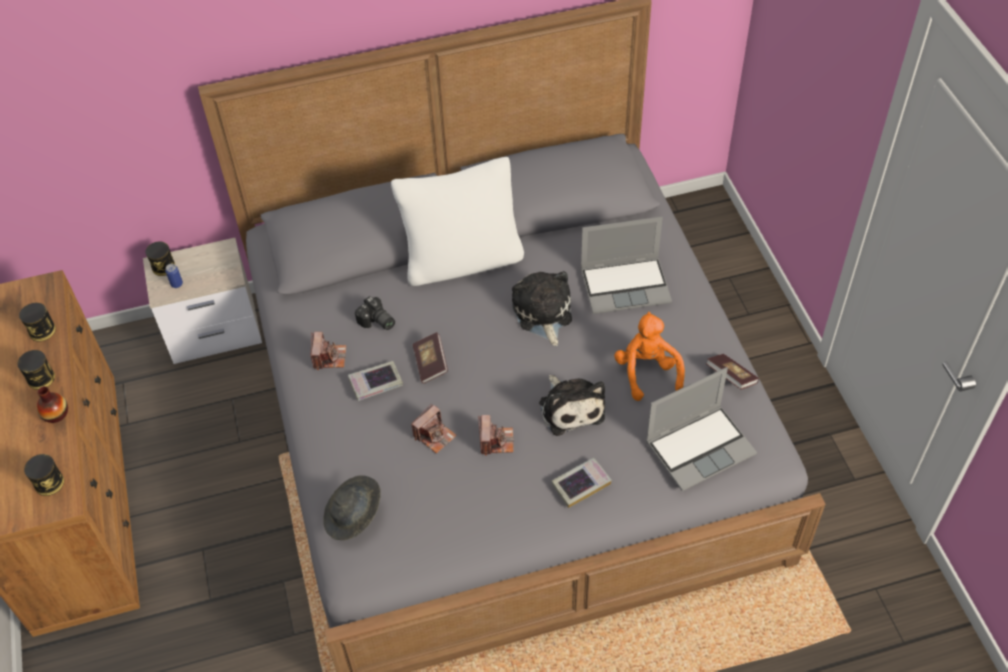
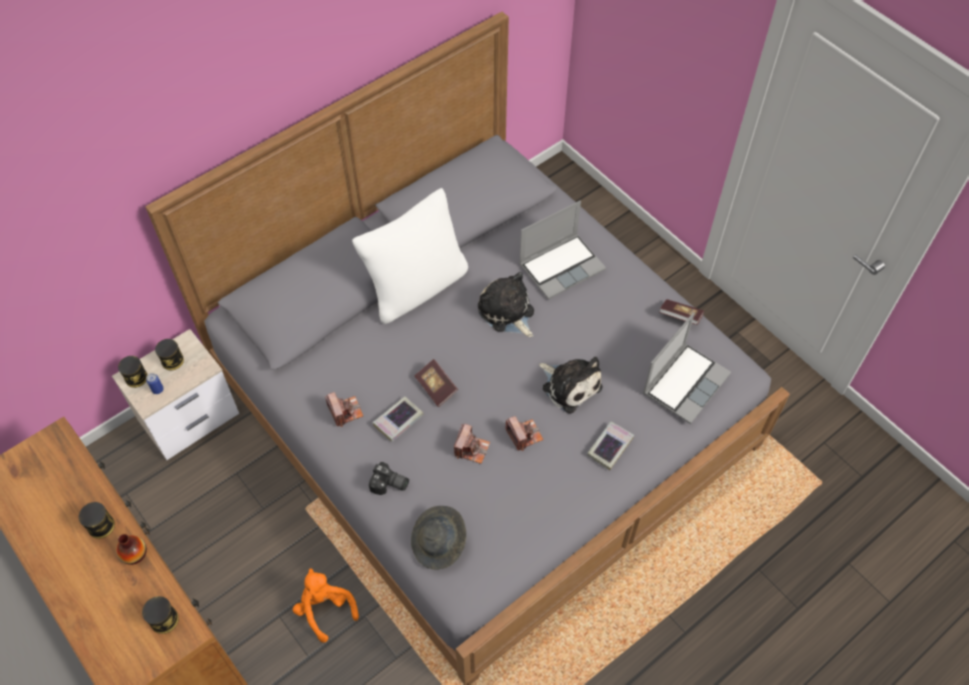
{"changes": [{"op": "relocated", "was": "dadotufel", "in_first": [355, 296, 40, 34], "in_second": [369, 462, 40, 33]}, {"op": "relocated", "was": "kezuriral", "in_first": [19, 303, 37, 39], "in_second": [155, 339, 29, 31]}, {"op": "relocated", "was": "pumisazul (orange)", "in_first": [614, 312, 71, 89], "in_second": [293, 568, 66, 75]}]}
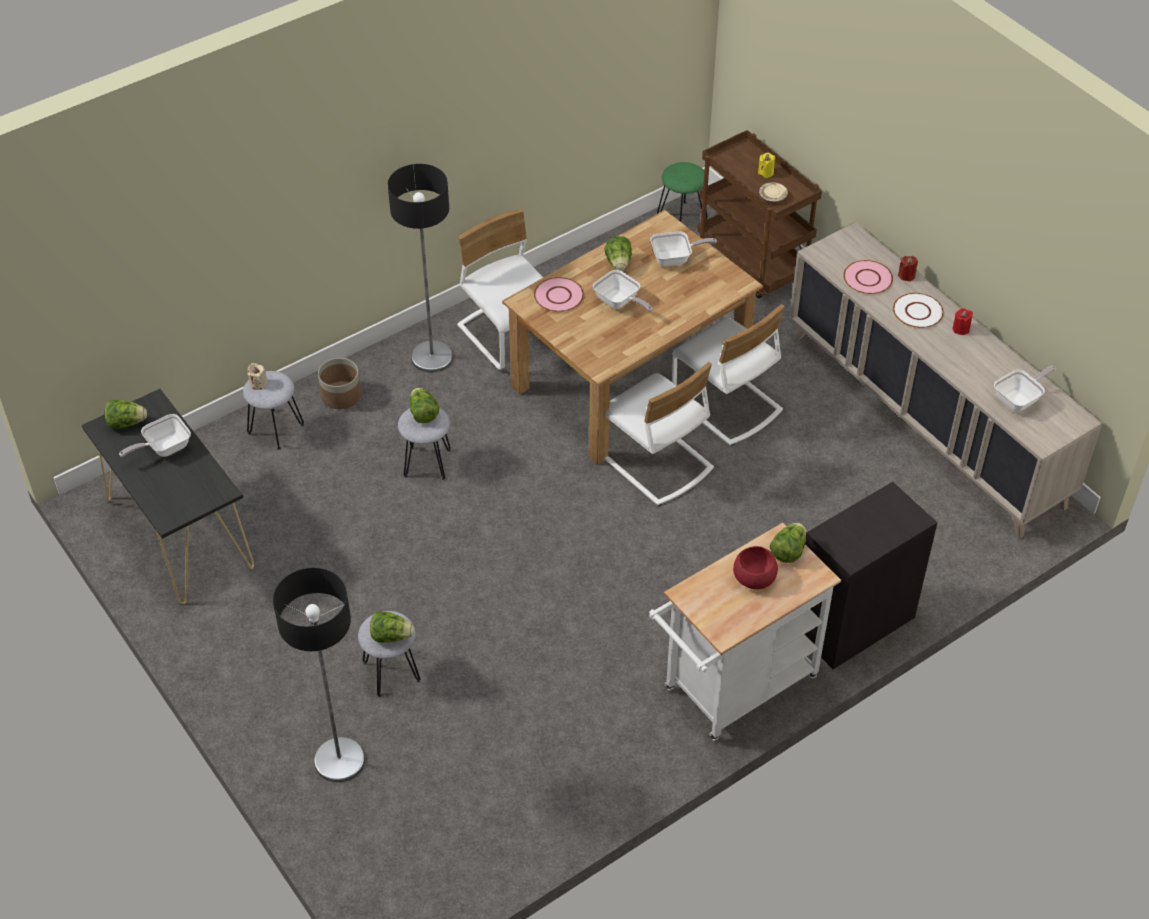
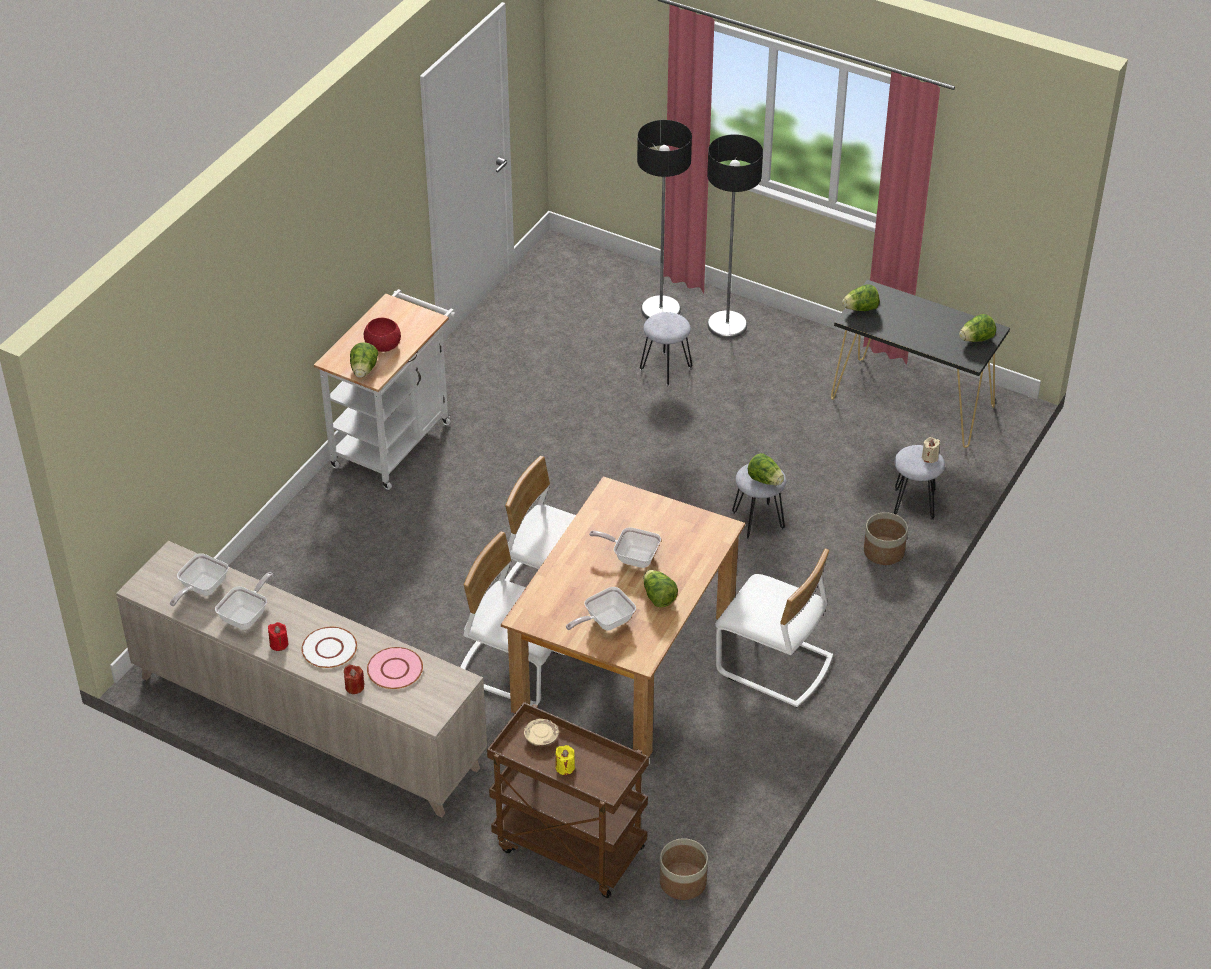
{"changes": [{"op": "exchanged", "was": "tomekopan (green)", "now": "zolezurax", "in_first": [657, 162, 51, 60], "in_second": [660, 838, 48, 62]}, {"op": "relocated", "was": "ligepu", "in_first": [388, 164, 65, 208], "in_second": [707, 134, 56, 204]}, {"op": "missing", "was": "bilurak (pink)", "in_first": [534, 277, 50, 35]}, {"op": "relocated", "was": "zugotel", "in_first": [119, 414, 72, 43], "in_second": [215, 572, 58, 58]}, {"op": "missing", "was": "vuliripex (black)", "in_first": [805, 482, 133, 187]}, {"op": "relocated", "was": "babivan", "in_first": [370, 611, 44, 32], "in_second": [842, 284, 38, 27]}]}
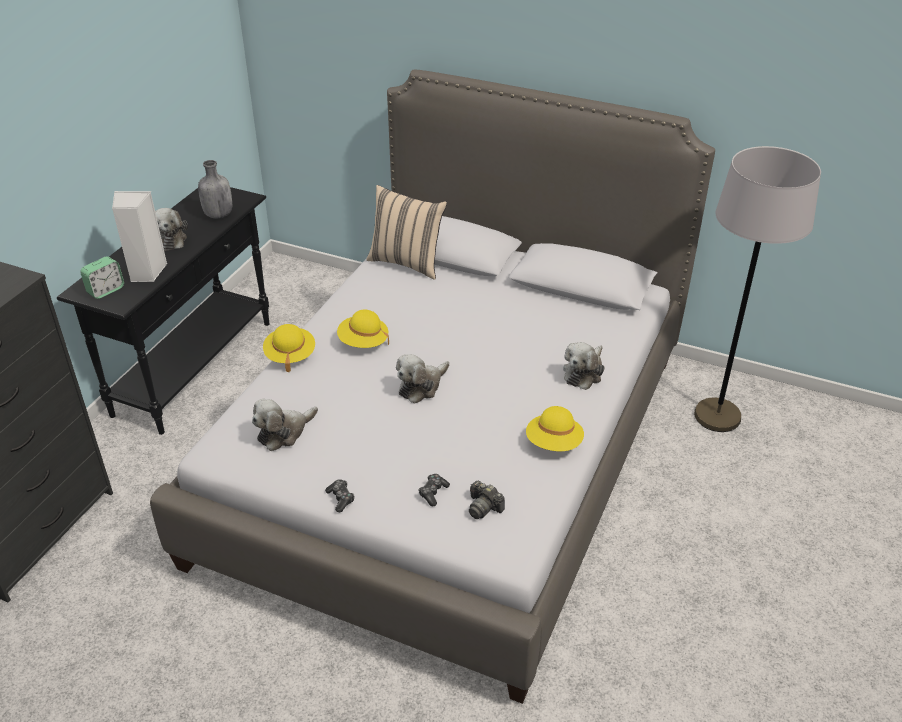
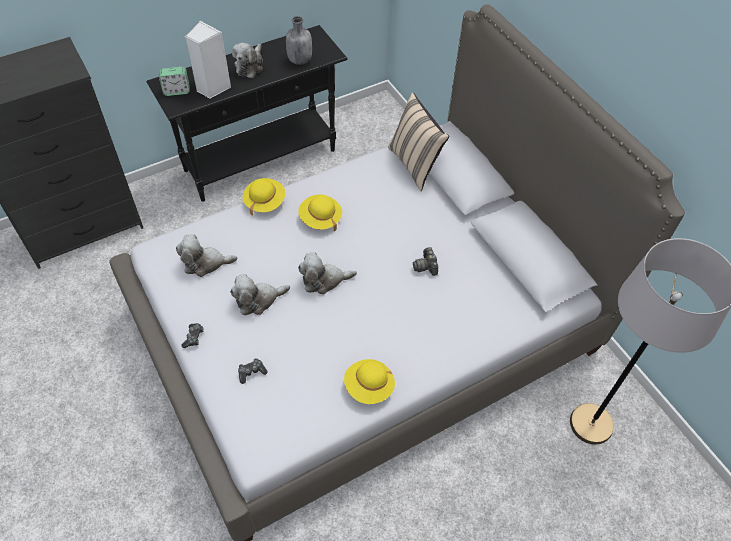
{"changes": [{"op": "relocated", "was": "pumisazul", "in_first": [563, 342, 41, 48], "in_second": [230, 274, 60, 41]}, {"op": "relocated", "was": "dadotufel", "in_first": [469, 481, 36, 38], "in_second": [413, 247, 25, 29]}]}
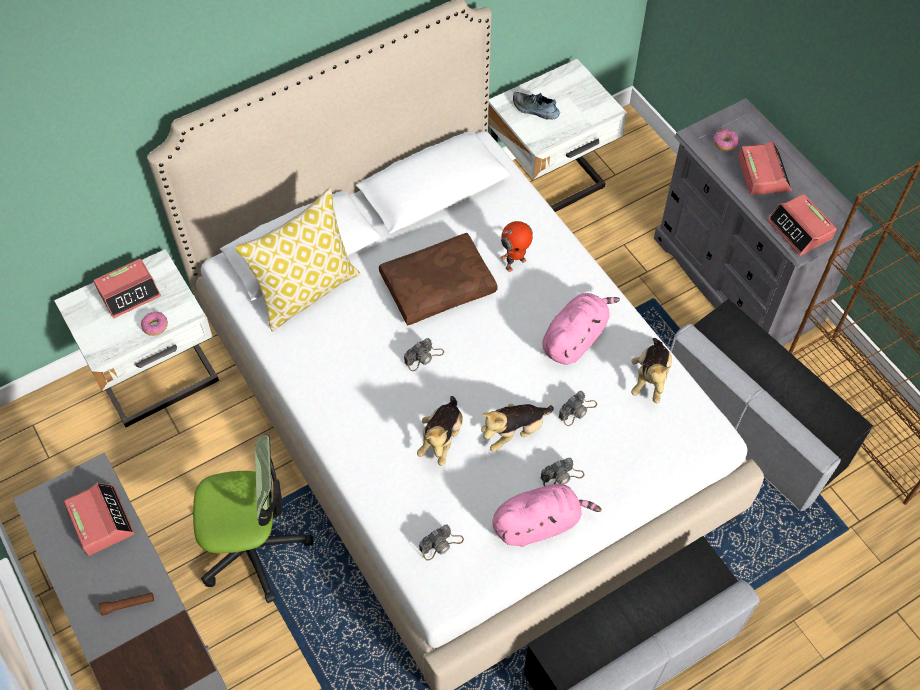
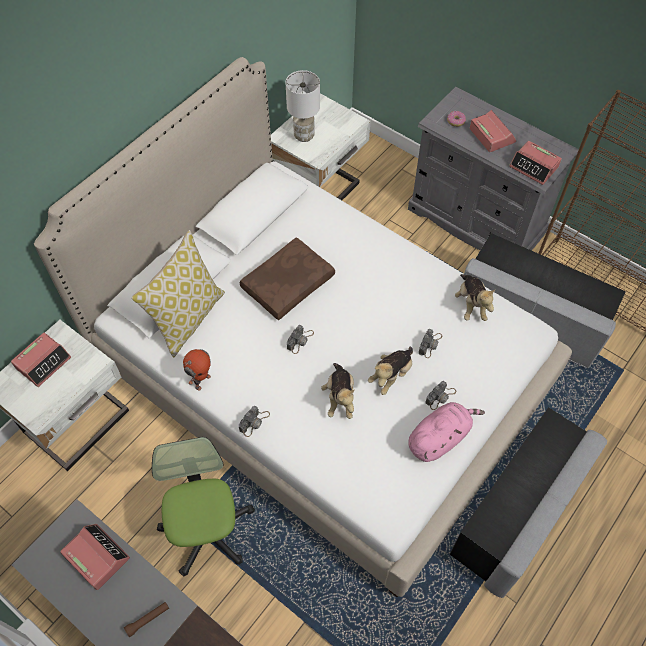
{"changes": [{"op": "exchanged", "was": "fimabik", "now": "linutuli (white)", "in_first": [513, 92, 47, 28], "in_second": [285, 70, 35, 72]}, {"op": "relocated", "was": "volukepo", "in_first": [501, 221, 32, 51], "in_second": [183, 349, 28, 42]}, {"op": "missing", "was": "pumisazul (pink)", "in_first": [543, 293, 77, 72]}, {"op": "missing", "was": "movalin", "in_first": [141, 312, 27, 24]}, {"op": "spun", "was": "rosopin", "in_first": [193, 434, 120, 169], "in_second": [152, 437, 103, 139], "clockwise": -75}, {"op": "relocated", "was": "dadotufel", "in_first": [419, 525, 45, 36], "in_second": [239, 406, 31, 31]}]}
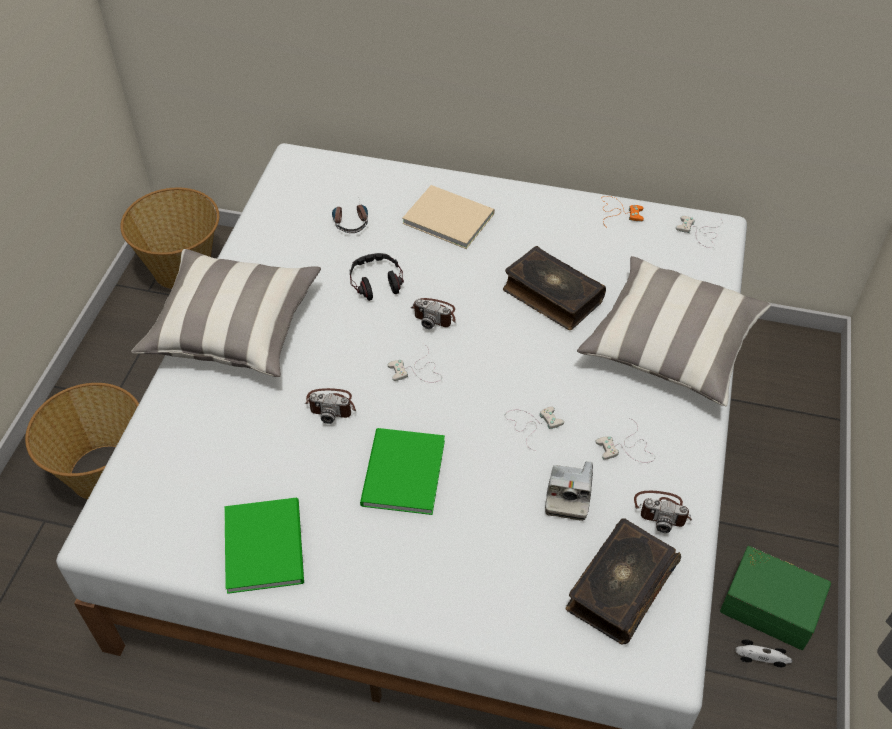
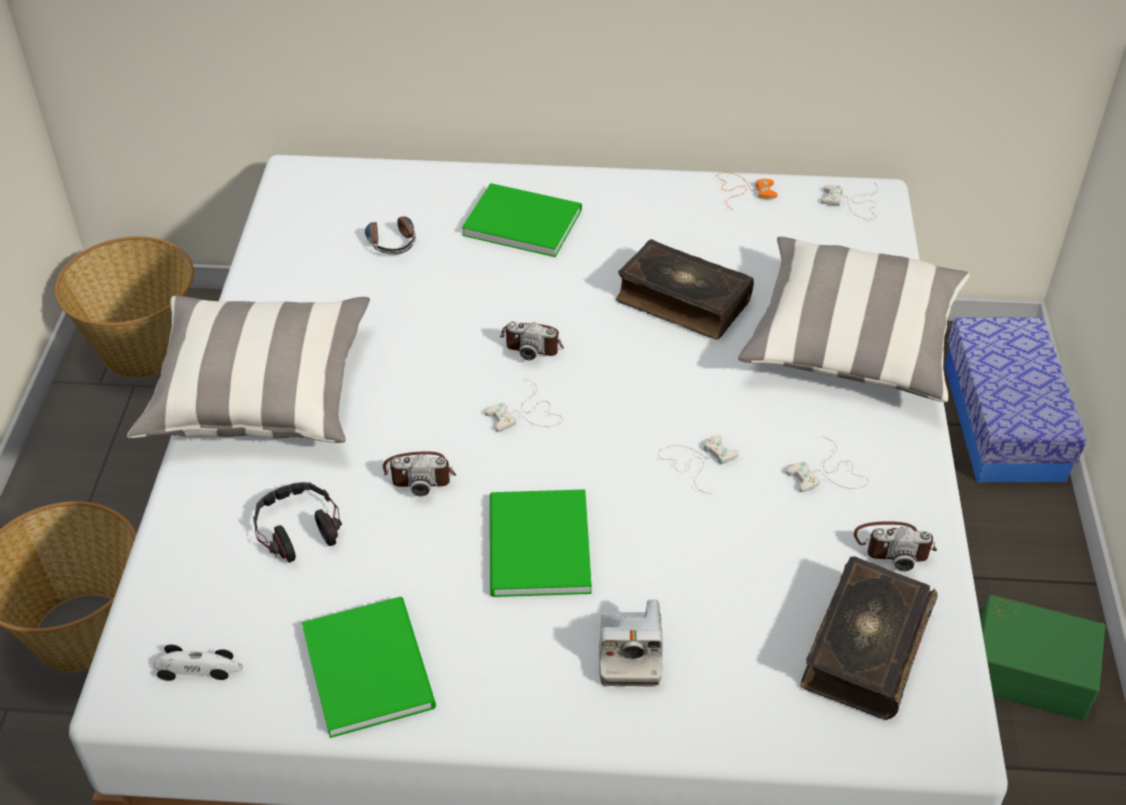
{"changes": [{"op": "colour", "was": "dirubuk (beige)", "now": "dirubuk (green)", "in_first": [402, 185, 93, 64], "in_second": [462, 183, 120, 74]}, {"op": "relocated", "was": "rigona", "in_first": [350, 253, 54, 48], "in_second": [253, 482, 89, 81]}, {"op": "relocated", "was": "dadotufel", "in_first": [545, 461, 48, 60], "in_second": [599, 599, 64, 88]}, {"op": "relocated", "was": "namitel", "in_first": [735, 639, 57, 28], "in_second": [153, 645, 90, 36]}, {"op": "appeared", "now": "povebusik", "in_second": [945, 317, 142, 165]}]}
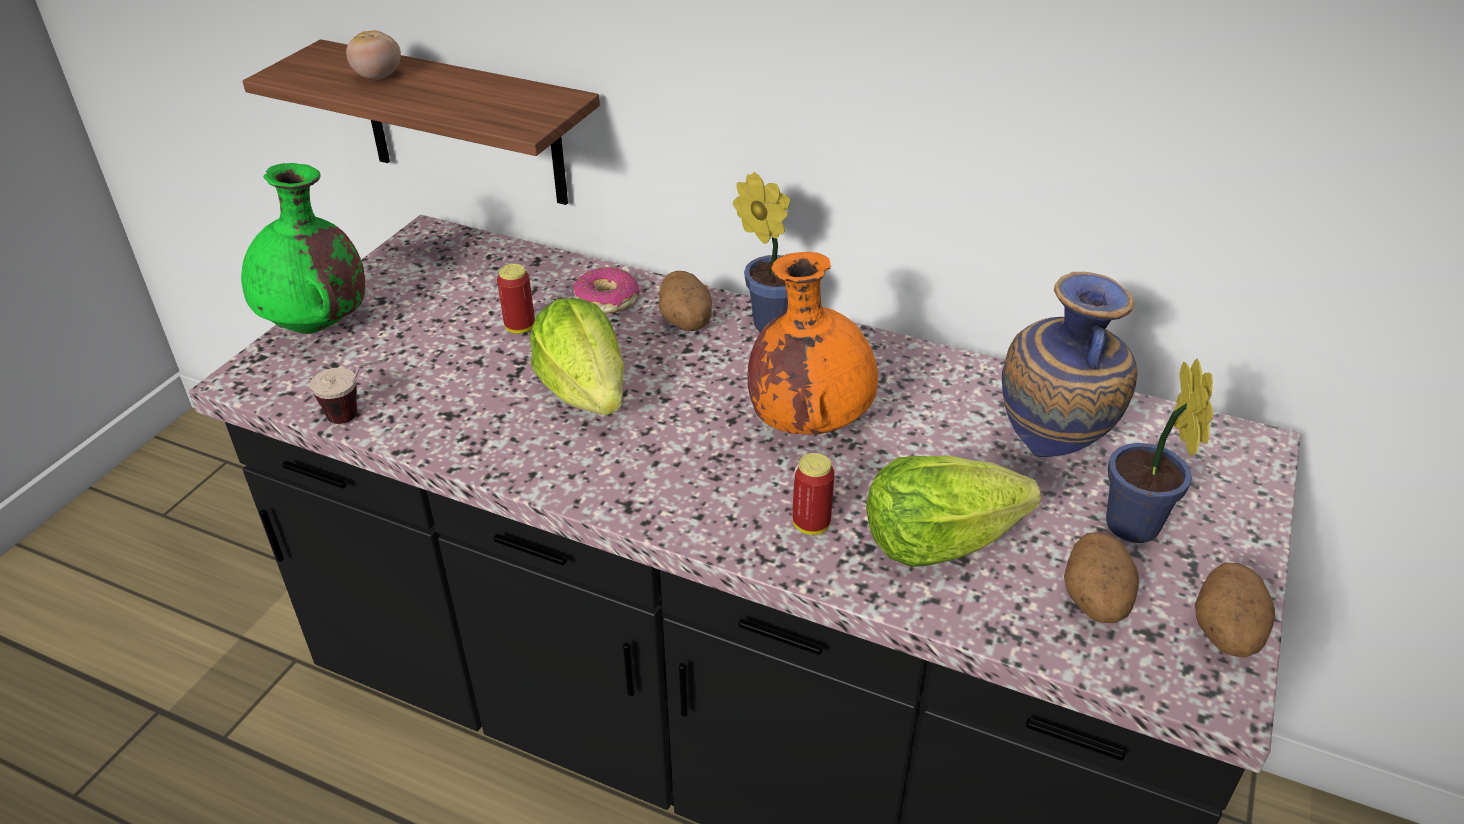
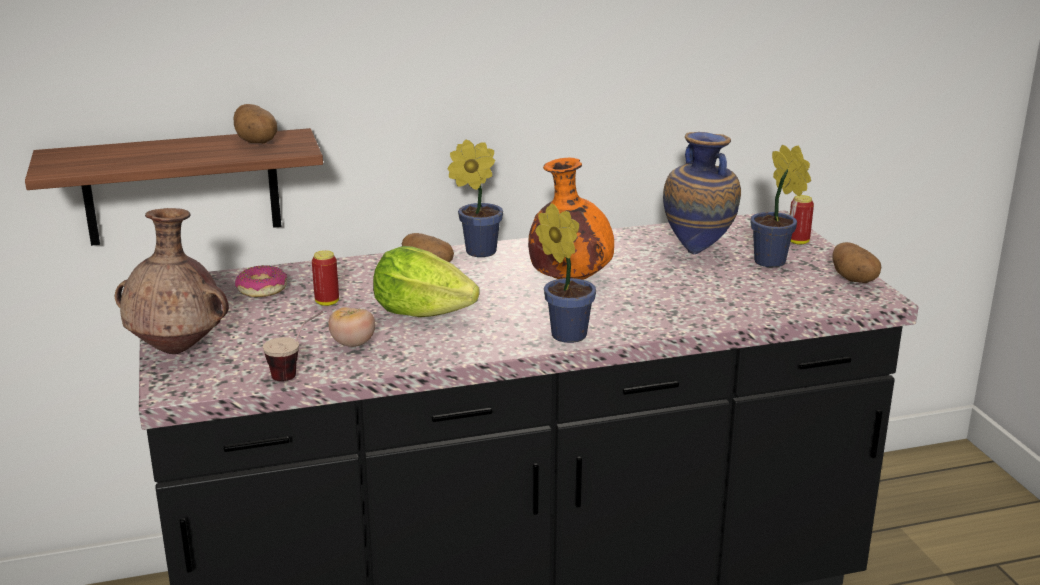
{"changes": [{"op": "relocated", "was": "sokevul", "in_first": [346, 30, 55, 49], "in_second": [328, 307, 47, 40]}, {"op": "colour", "was": "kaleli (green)", "now": "kaleli (brown)", "in_first": [241, 163, 124, 171], "in_second": [114, 208, 115, 146]}, {"op": "relocated", "was": "movalin", "in_first": [574, 267, 66, 47], "in_second": [235, 265, 52, 32]}, {"op": "relocated", "was": "kezuriral", "in_first": [793, 453, 42, 82], "in_second": [790, 195, 24, 50]}, {"op": "missing", "was": "babivan", "in_first": [867, 456, 174, 111]}, {"op": "relocated", "was": "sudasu", "in_first": [1064, 532, 75, 91], "in_second": [234, 104, 44, 40]}, {"op": "appeared", "now": "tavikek", "in_second": [535, 203, 61, 140]}]}
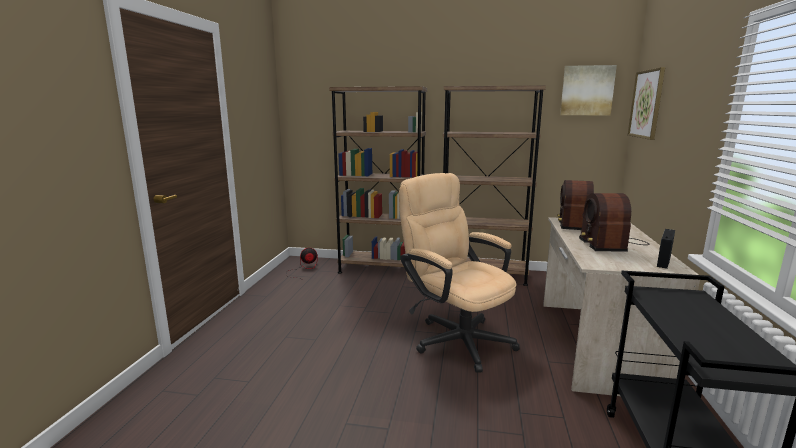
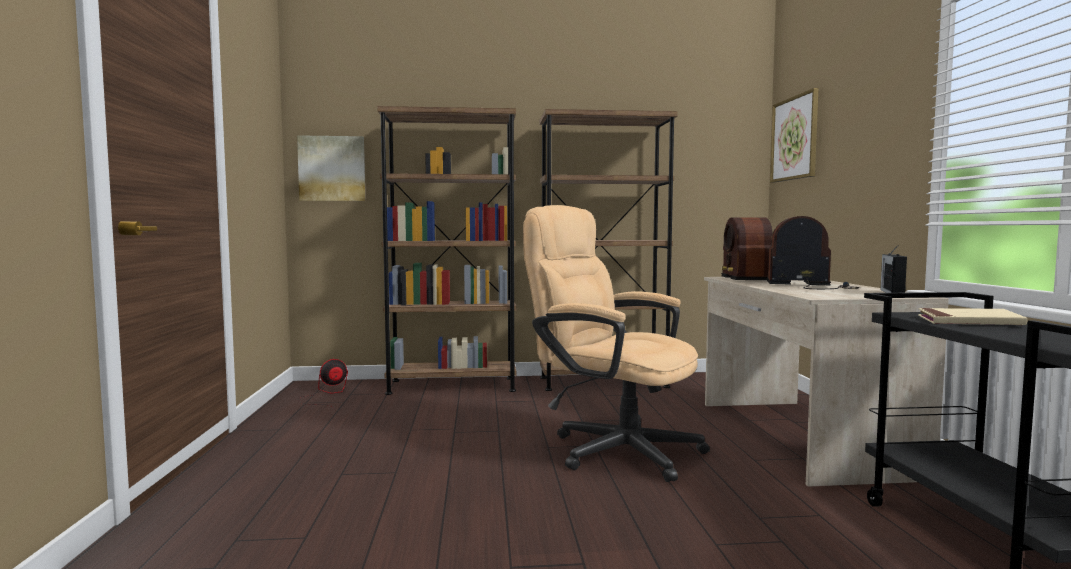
{"changes": [{"op": "relocated", "was": "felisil", "in_first": [560, 65, 57, 50], "in_second": [297, 135, 69, 66]}, {"op": "spun", "was": "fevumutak", "in_first": [579, 193, 70, 59], "in_second": [767, 216, 92, 73], "clockwise": 120}, {"op": "appeared", "now": "dirubuk (beige)", "in_second": [918, 308, 109, 17]}]}
